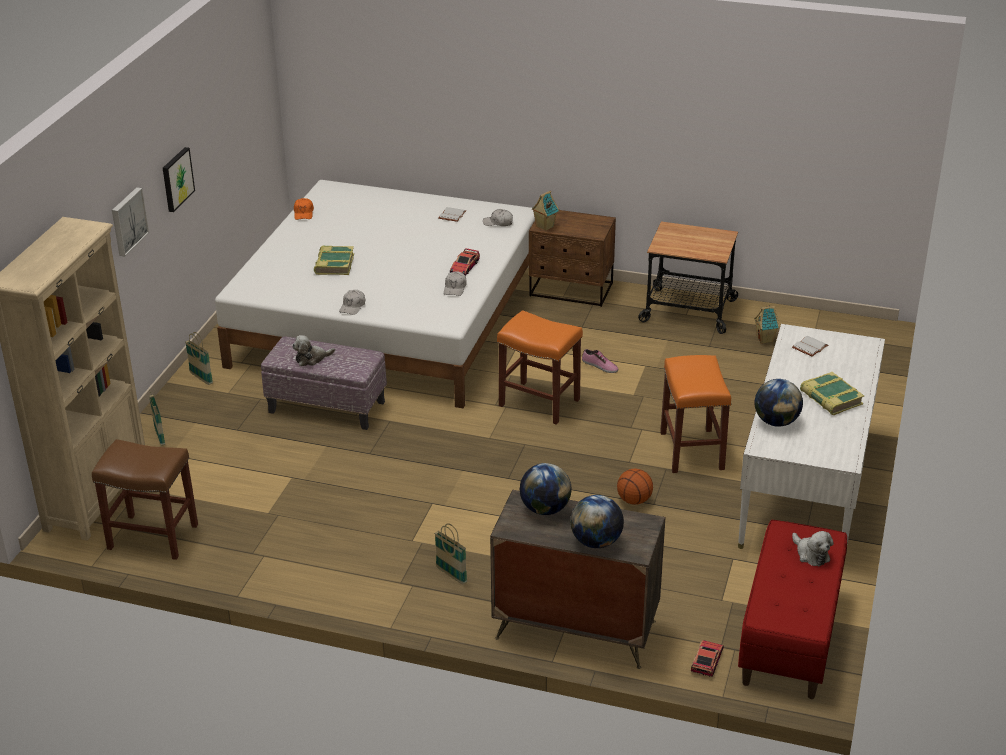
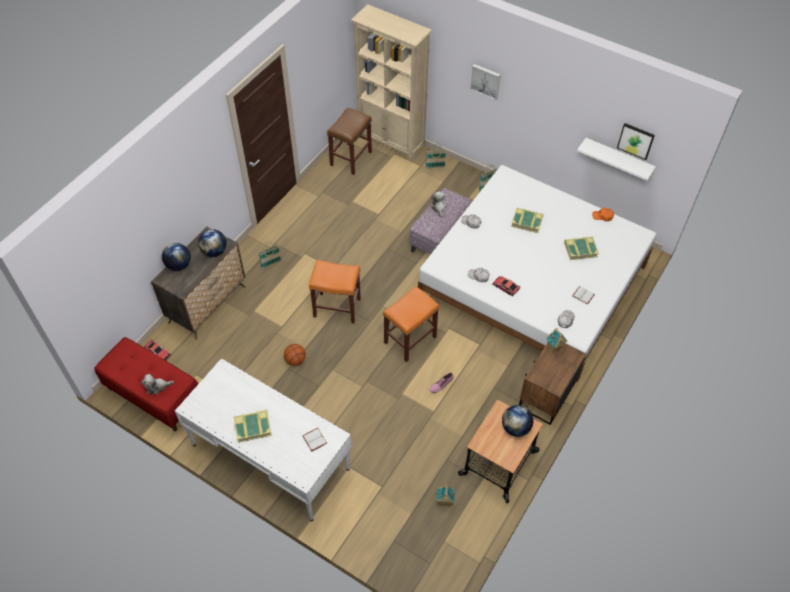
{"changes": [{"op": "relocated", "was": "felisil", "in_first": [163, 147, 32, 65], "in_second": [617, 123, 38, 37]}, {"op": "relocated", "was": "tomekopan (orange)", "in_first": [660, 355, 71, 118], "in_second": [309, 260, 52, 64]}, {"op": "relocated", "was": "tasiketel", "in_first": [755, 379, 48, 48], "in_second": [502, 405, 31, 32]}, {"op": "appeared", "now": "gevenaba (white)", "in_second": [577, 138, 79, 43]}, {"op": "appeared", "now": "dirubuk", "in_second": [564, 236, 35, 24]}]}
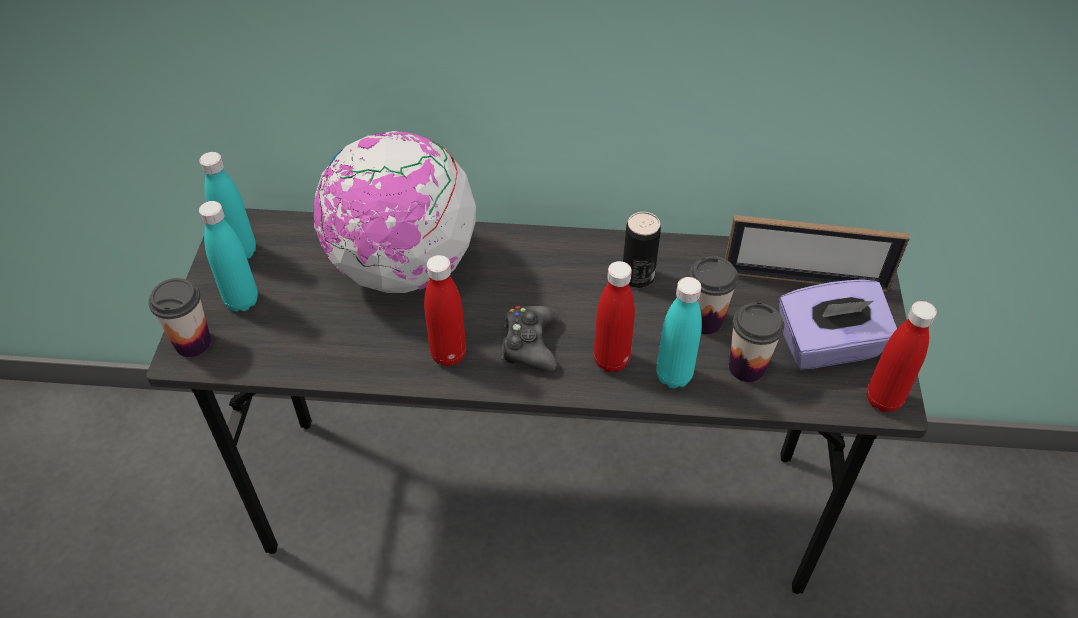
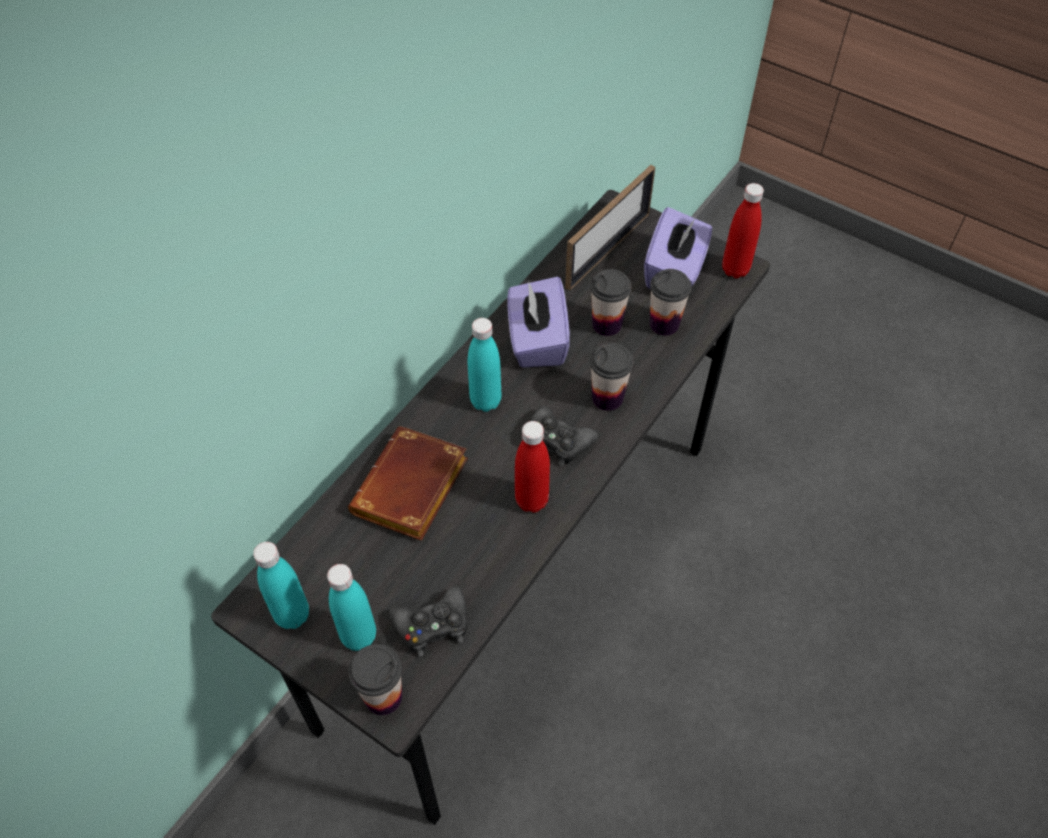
{"changes": [{"op": "exchanged", "was": "tasiketel", "now": "dirubuk (brown)", "in_first": [314, 131, 162, 162], "in_second": [348, 426, 120, 115]}, {"op": "exchanged", "was": "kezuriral", "now": "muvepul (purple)", "in_first": [623, 212, 38, 76], "in_second": [507, 276, 63, 92]}, {"op": "exchanged", "was": "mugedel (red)", "now": "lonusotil", "in_first": [594, 261, 41, 111], "in_second": [590, 343, 44, 68]}, {"op": "relocated", "was": "mugedel (turquoise)", "in_first": [656, 277, 46, 111], "in_second": [467, 318, 34, 94]}, {"op": "appeared", "now": "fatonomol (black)", "in_second": [389, 587, 78, 70]}]}
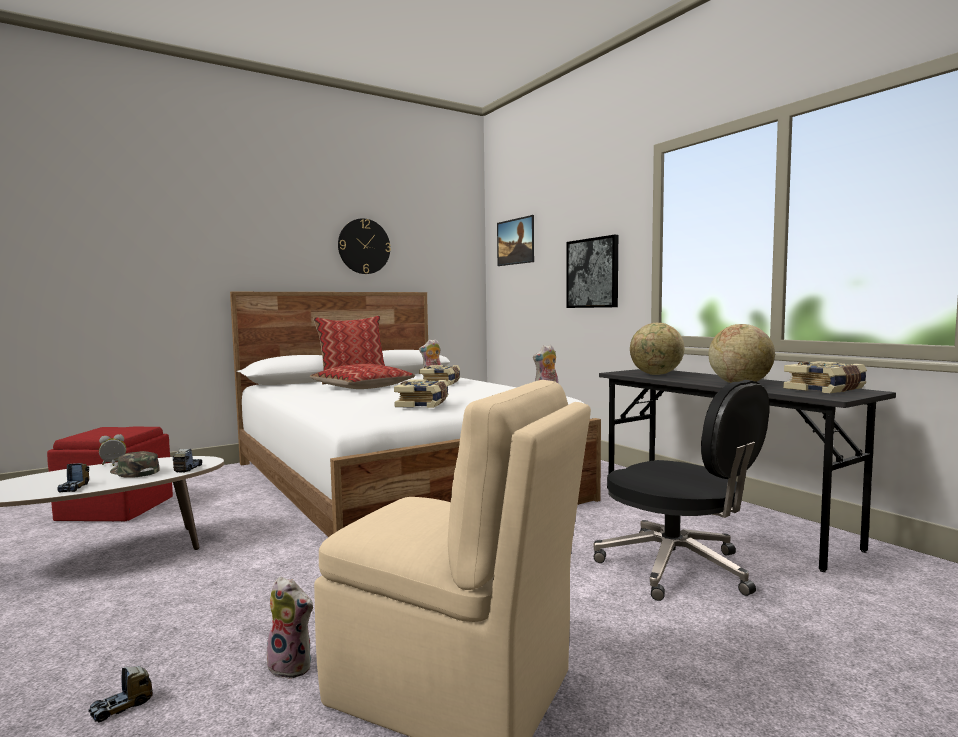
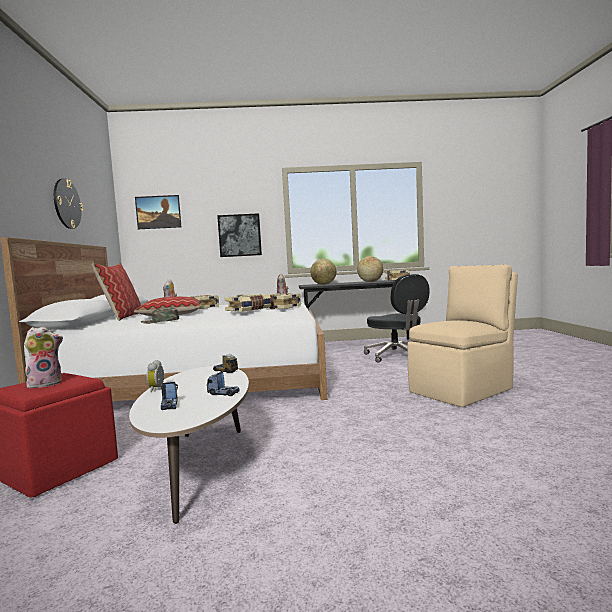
{"changes": [{"op": "spun", "was": "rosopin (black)", "in_first": [594, 380, 176, 221], "in_second": [364, 274, 65, 89], "clockwise": 75}, {"op": "relocated", "was": "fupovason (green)", "in_first": [110, 451, 49, 27], "in_second": [141, 307, 38, 17]}, {"op": "relocated", "was": "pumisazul", "in_first": [267, 577, 46, 102], "in_second": [24, 327, 39, 61]}, {"op": "relocated", "was": "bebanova", "in_first": [89, 666, 64, 56], "in_second": [161, 382, 17, 28]}, {"op": "appeared", "now": "dirubuk", "in_second": [224, 294, 47, 18]}]}
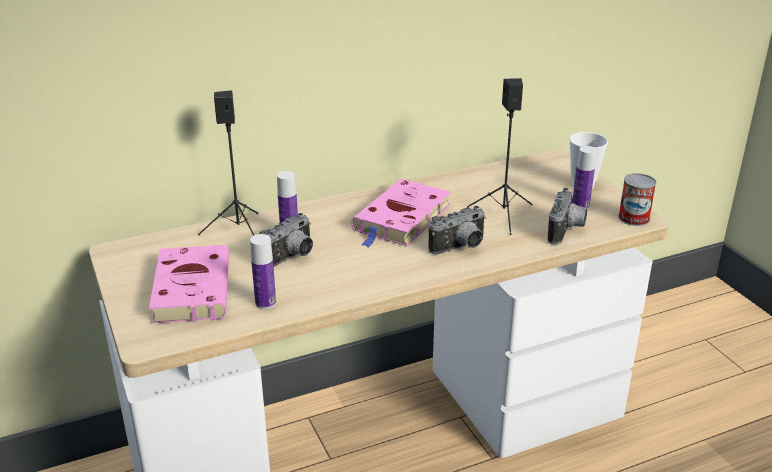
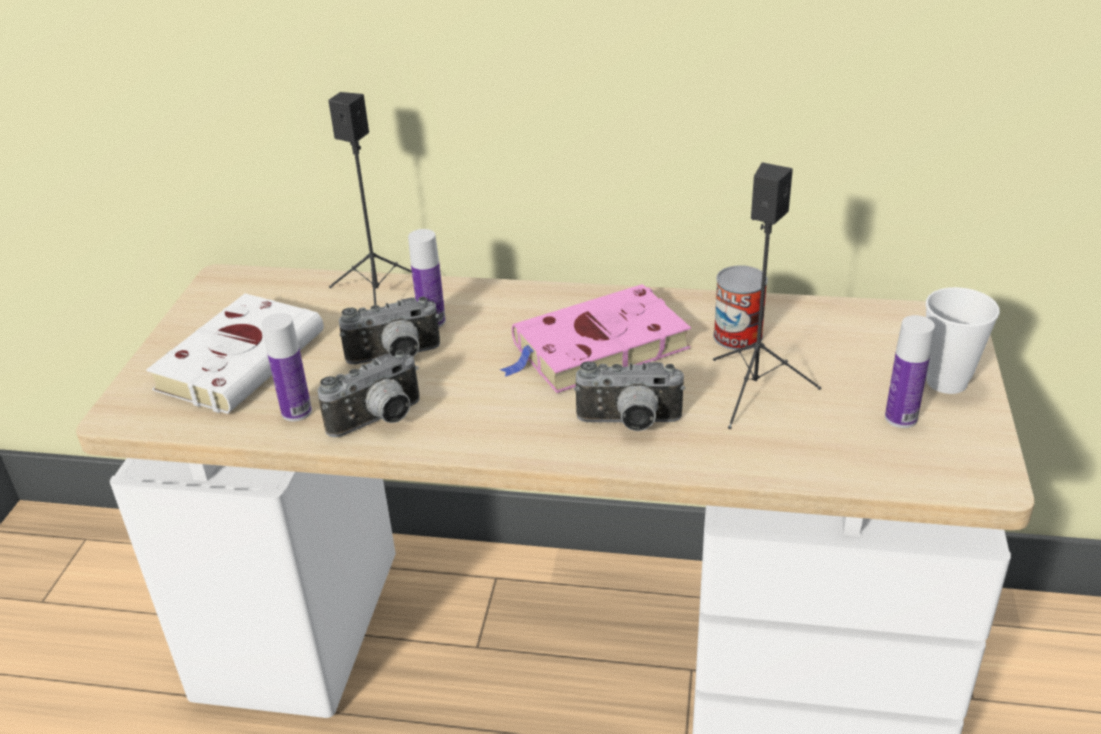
{"changes": [{"op": "relocated", "was": "kezuriral", "in_first": [618, 173, 38, 53], "in_second": [713, 265, 55, 85]}, {"op": "relocated", "was": "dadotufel", "in_first": [548, 188, 39, 56], "in_second": [317, 350, 103, 88]}, {"op": "colour", "was": "dirubuk (pink)", "now": "dirubuk (white)", "in_first": [149, 245, 80, 78], "in_second": [146, 293, 178, 121]}]}
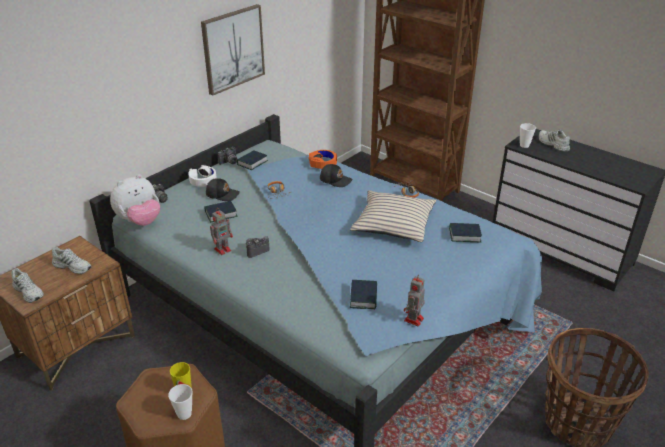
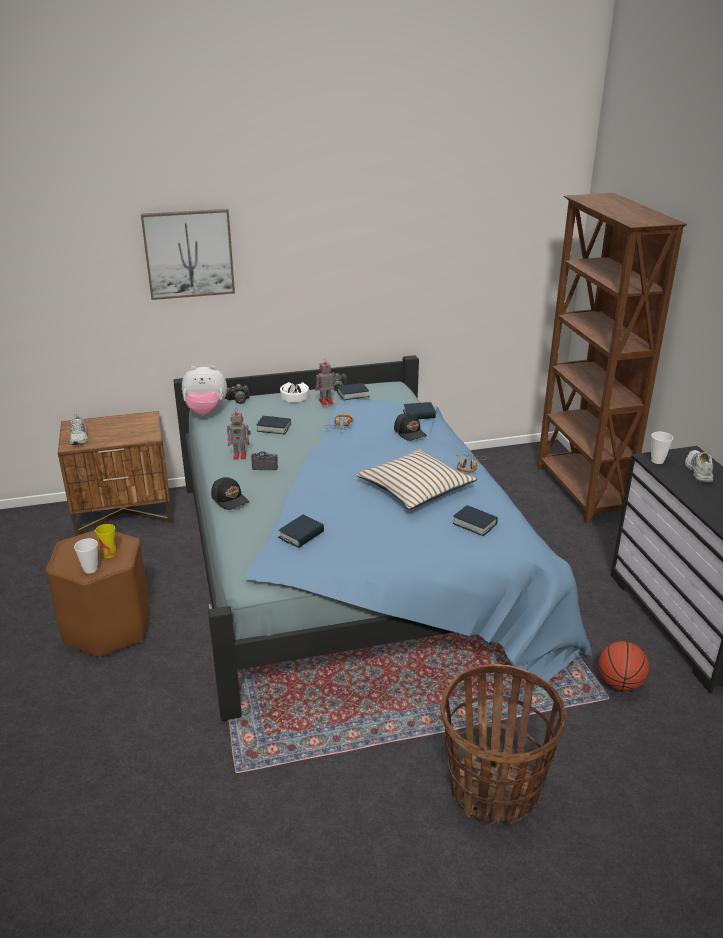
{"changes": [{"op": "relocated", "was": "felisil", "in_first": [201, 4, 64, 92], "in_second": [141, 209, 94, 91]}, {"op": "exchanged", "was": "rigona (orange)", "now": "dirubuk", "in_first": [308, 150, 29, 19], "in_second": [403, 402, 33, 17]}, {"op": "relocated", "was": "fupovason (black)", "in_first": [206, 178, 34, 23], "in_second": [211, 477, 38, 33]}, {"op": "missing", "was": "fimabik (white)", "in_first": [52, 247, 39, 27]}, {"op": "relocated", "was": "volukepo", "in_first": [404, 274, 21, 53], "in_second": [315, 358, 20, 48]}, {"op": "appeared", "now": "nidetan", "in_second": [598, 641, 51, 50]}]}
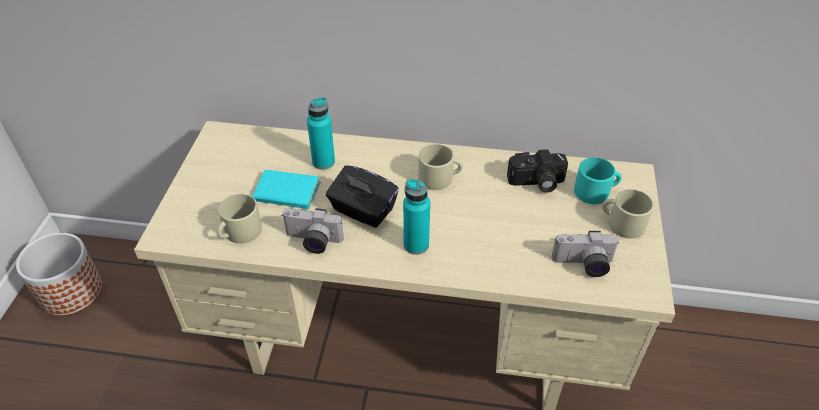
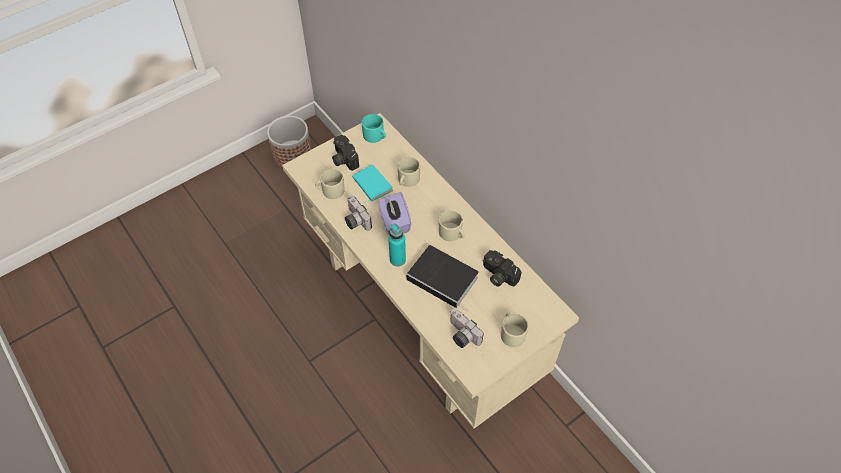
{"changes": [{"op": "exchanged", "was": "mugedel (turquoise)", "now": "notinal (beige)", "in_first": [307, 97, 28, 73], "in_second": [398, 157, 22, 30]}, {"op": "relocated", "was": "notinal (turquoise)", "in_first": [574, 157, 48, 47], "in_second": [362, 114, 24, 29]}, {"op": "colour", "was": "muvepul (black)", "now": "muvepul (purple)", "in_first": [326, 166, 73, 62], "in_second": [378, 192, 33, 43]}, {"op": "appeared", "now": "dadotufel", "in_second": [332, 135, 27, 36]}, {"op": "appeared", "now": "dirubuk", "in_second": [406, 245, 73, 67]}]}
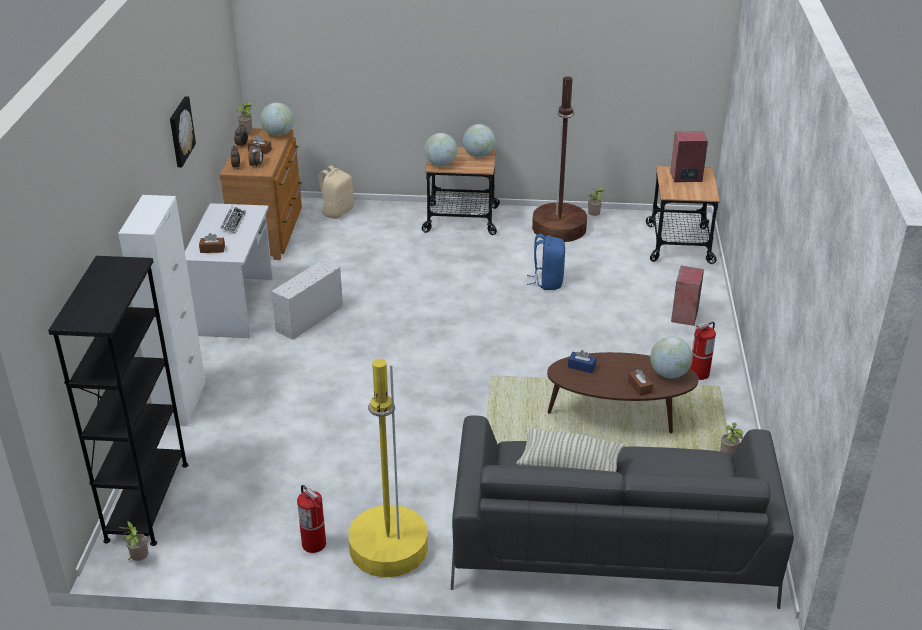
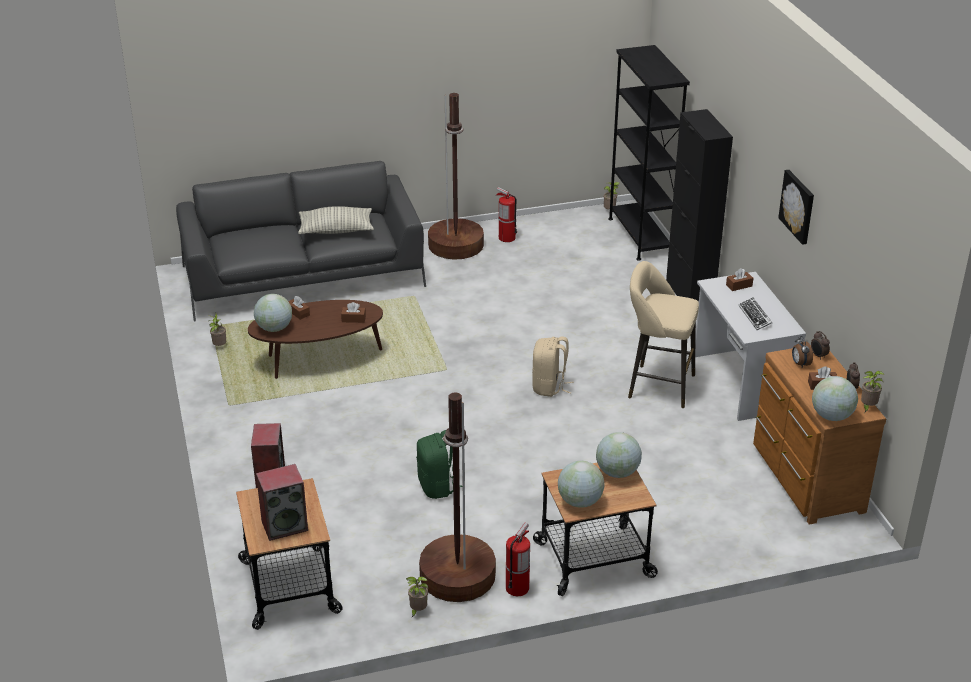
{"changes": [{"op": "relocated", "was": "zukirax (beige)", "in_first": [317, 165, 37, 54], "in_second": [532, 337, 42, 60]}, {"op": "colour", "was": "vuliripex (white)", "now": "vuliripex (black)", "in_first": [118, 195, 88, 231], "in_second": [666, 109, 67, 193]}, {"op": "colour", "was": "zukirax (blue)", "now": "zukirax (green)", "in_first": [527, 234, 38, 56], "in_second": [416, 430, 47, 69]}, {"op": "exchanged", "was": "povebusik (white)", "now": "tomekopan (beige)", "in_first": [271, 260, 72, 80], "in_second": [628, 261, 71, 147]}, {"op": "relocated", "was": "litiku", "in_first": [690, 322, 26, 58], "in_second": [506, 522, 24, 74]}, {"op": "colour", "was": "muvepul (blue)", "now": "muvepul (brown)", "in_first": [568, 350, 28, 23], "in_second": [341, 302, 25, 21]}, {"op": "colour", "was": "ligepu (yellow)", "now": "ligepu (brown)", "in_first": [349, 359, 79, 218], "in_second": [428, 93, 56, 167]}]}
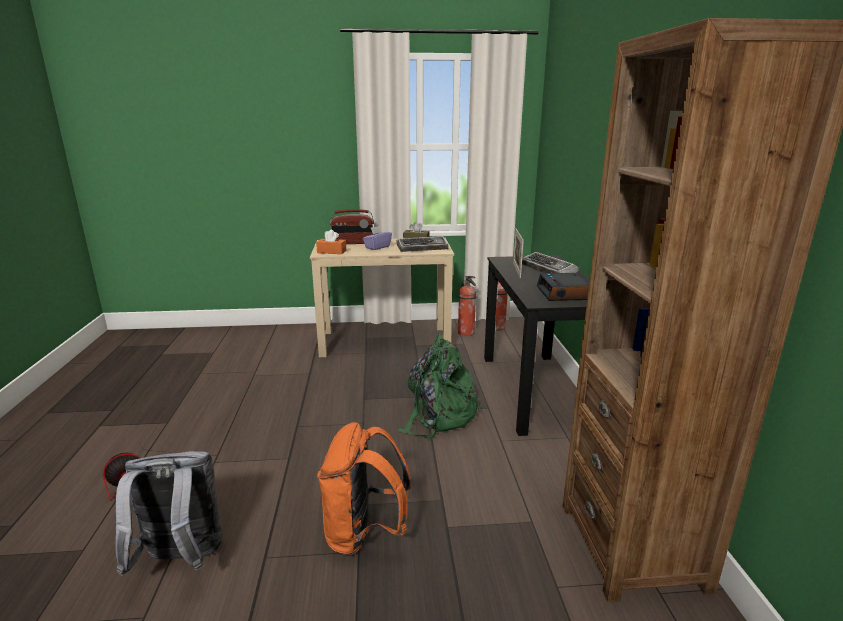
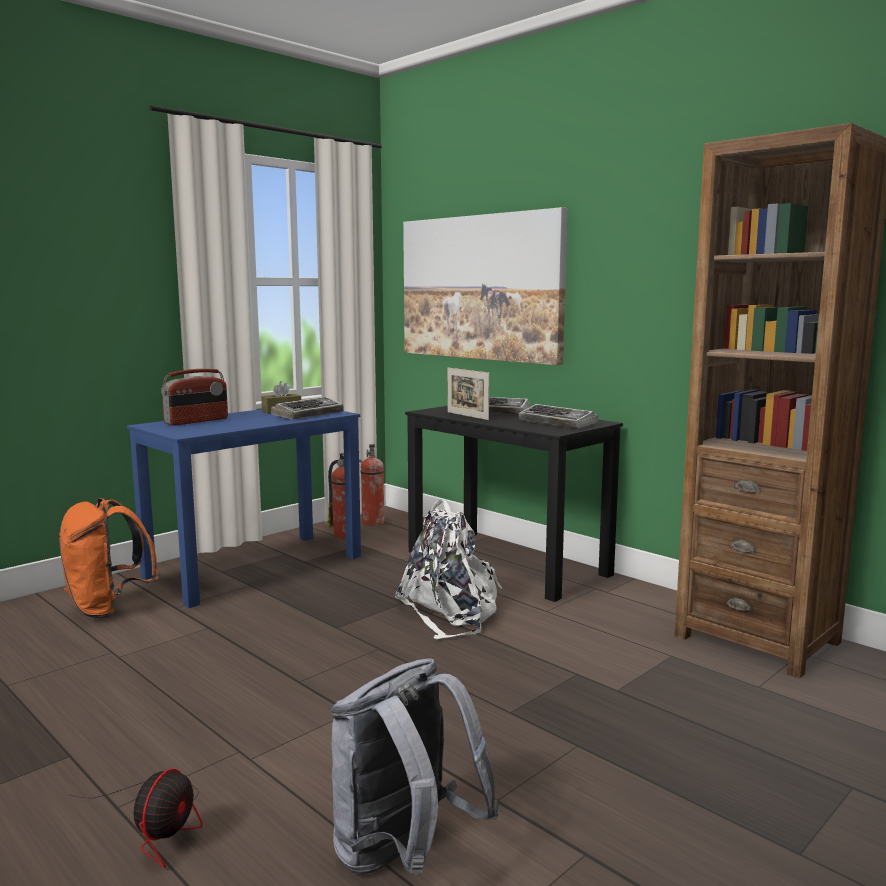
{"changes": [{"op": "missing", "was": "muvepul (purple)", "in_first": [362, 226, 30, 24]}, {"op": "missing", "was": "muvepul (orange)", "in_first": [316, 230, 30, 24]}, {"op": "colour", "was": "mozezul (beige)", "now": "mozezul (blue)", "in_first": [310, 237, 144, 120], "in_second": [127, 409, 234, 199]}, {"op": "exchanged", "was": "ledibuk", "now": "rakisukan", "in_first": [537, 273, 52, 28], "in_second": [518, 404, 80, 25]}, {"op": "colour", "was": "zukirax (green)", "now": "zukirax (white)", "in_first": [398, 334, 83, 104], "in_second": [395, 499, 107, 140]}, {"op": "relocated", "was": "zukirax (orange)", "in_first": [317, 422, 94, 134], "in_second": [59, 498, 100, 120]}, {"op": "appeared", "now": "felisil", "in_second": [403, 207, 165, 158]}]}
